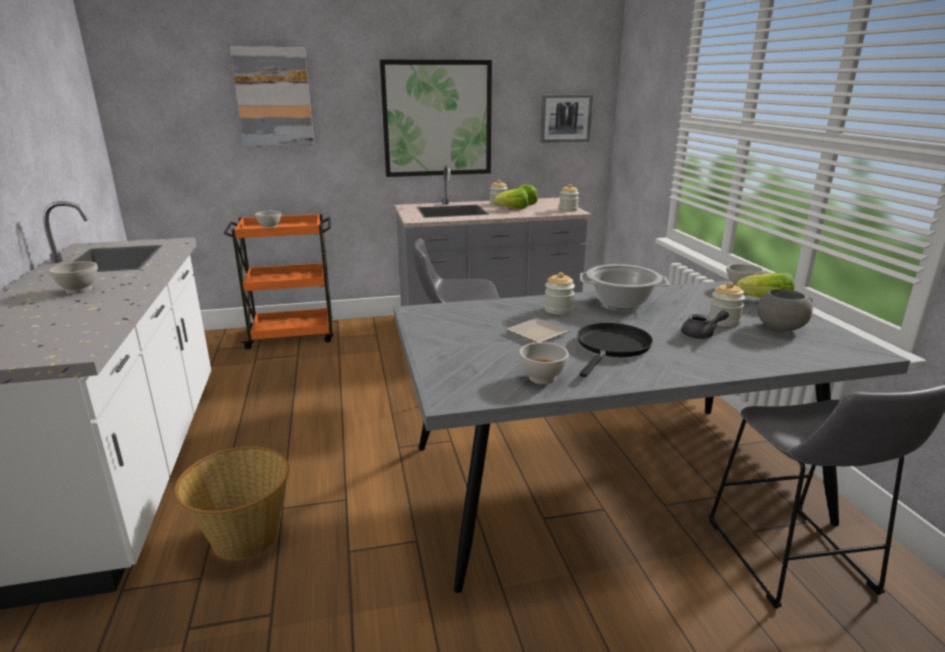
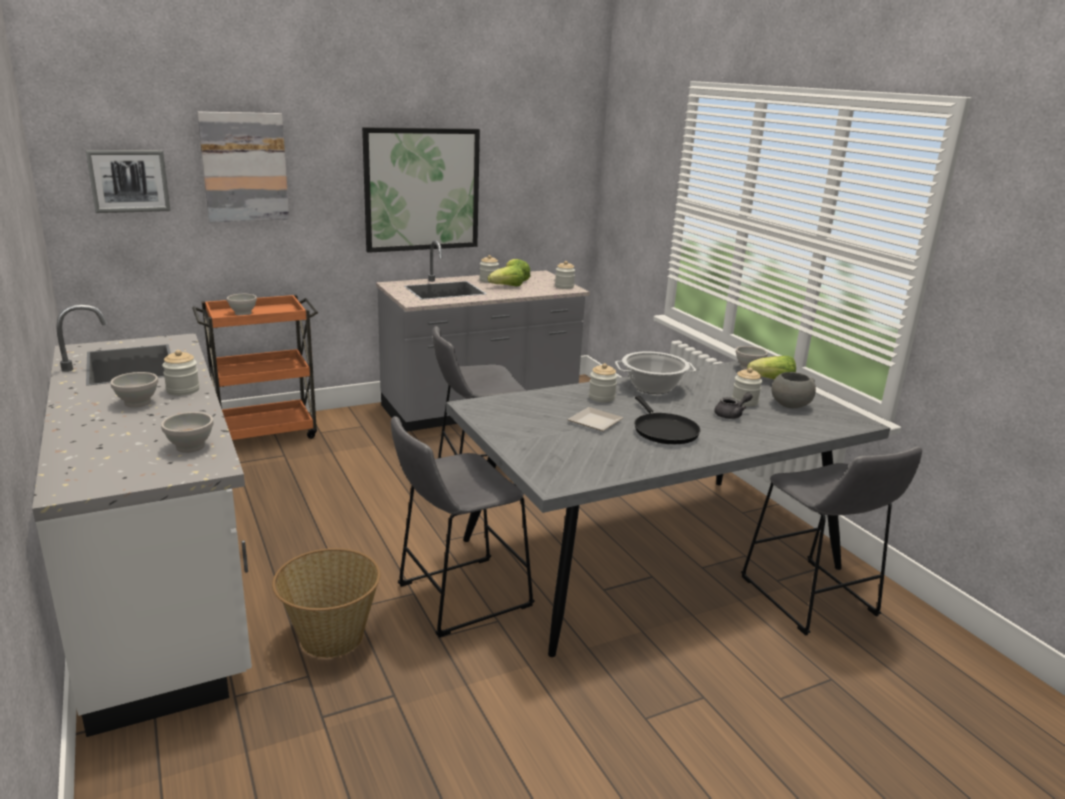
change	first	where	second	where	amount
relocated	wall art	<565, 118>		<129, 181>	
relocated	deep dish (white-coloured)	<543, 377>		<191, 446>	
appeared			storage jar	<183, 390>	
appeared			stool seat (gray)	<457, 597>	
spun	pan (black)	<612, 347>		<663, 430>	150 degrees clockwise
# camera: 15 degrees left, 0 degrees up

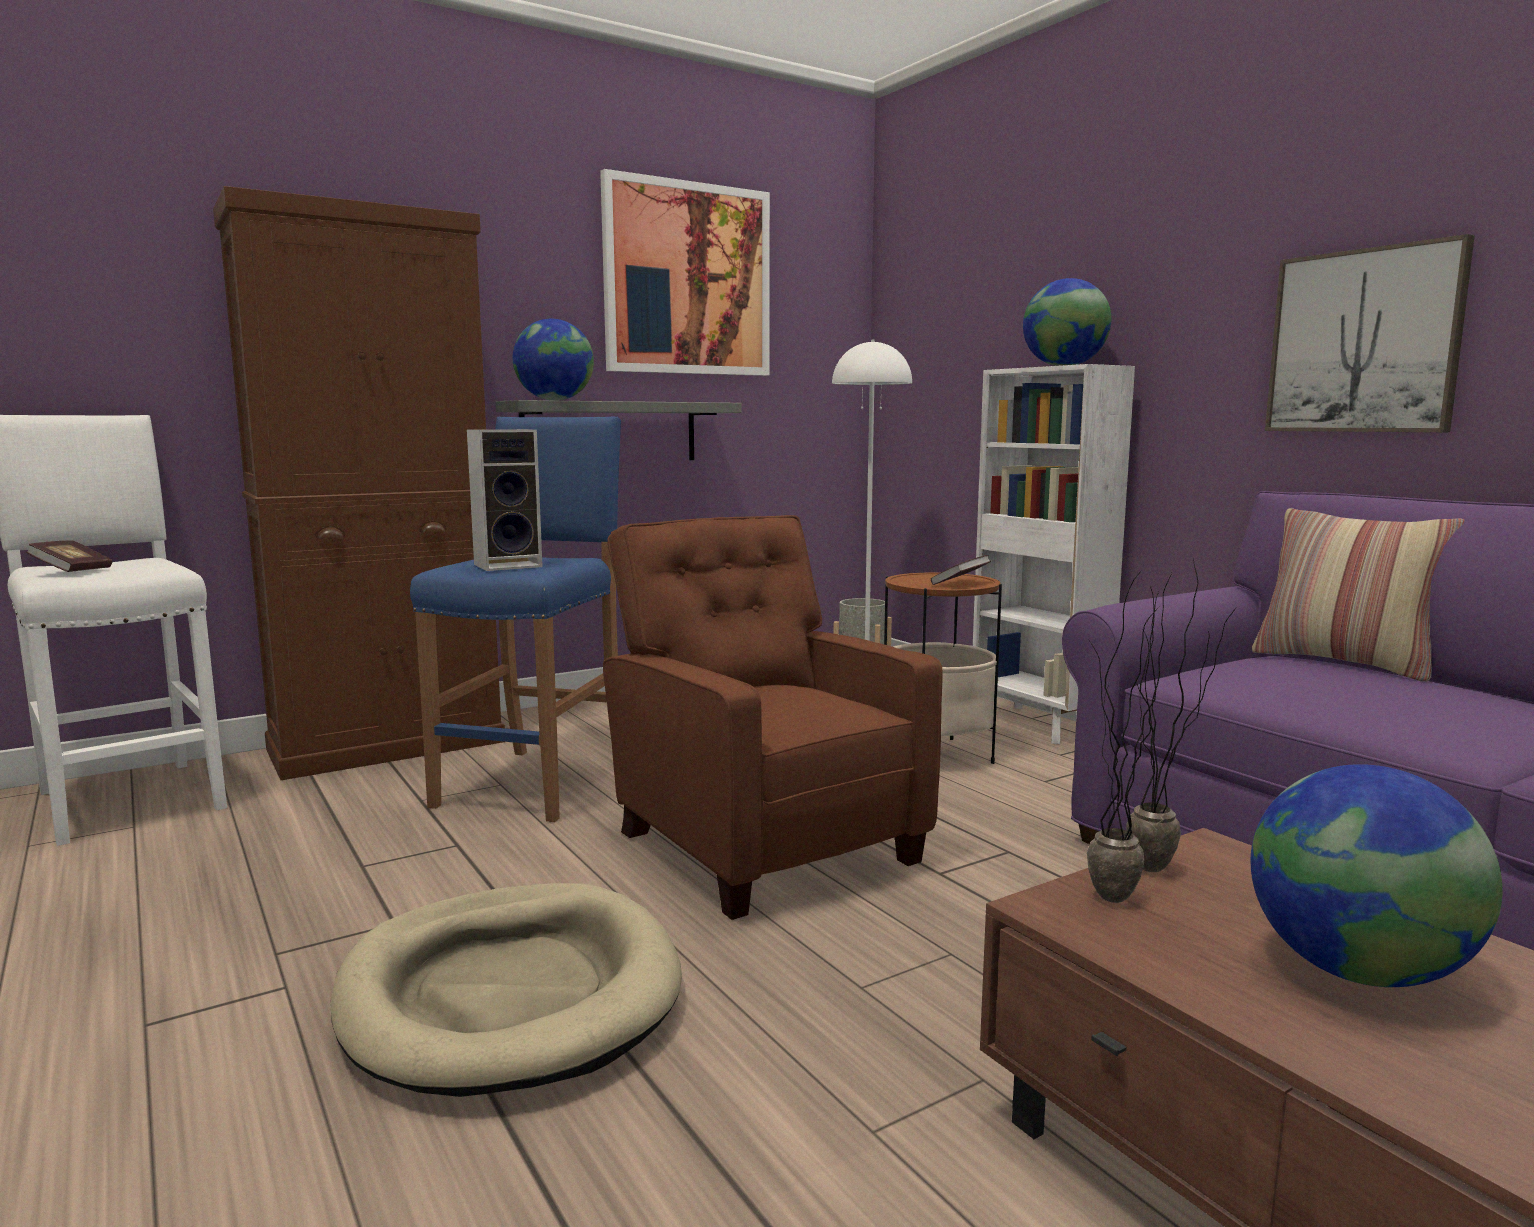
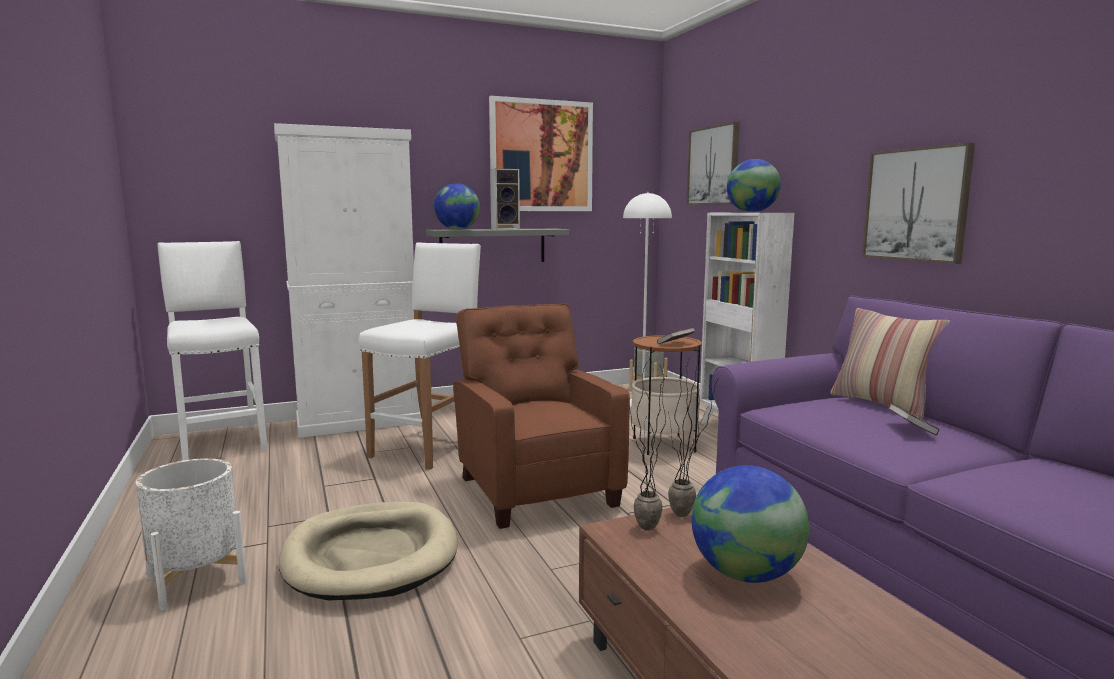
change	first	where	second	where	amount
appeared			flower pot (white-coloured)	<196, 580>	
colour	cupboard (brownish)	<388, 745>	cupboard (white-coloured)	<359, 421>	
colour	stool seat (blue-coloured)	<536, 783>	stool seat (white-coloured)	<428, 447>	
relocated	loudspeaker	<510, 565>		<506, 229>	
appeared			wall art	<713, 166>	
relocated	book	<73, 572>		<911, 430>	
# camera: 10 degrees right, 0 degrees up

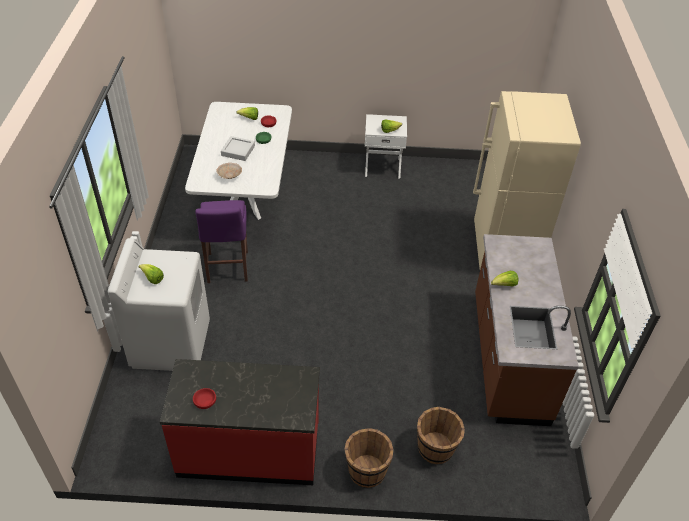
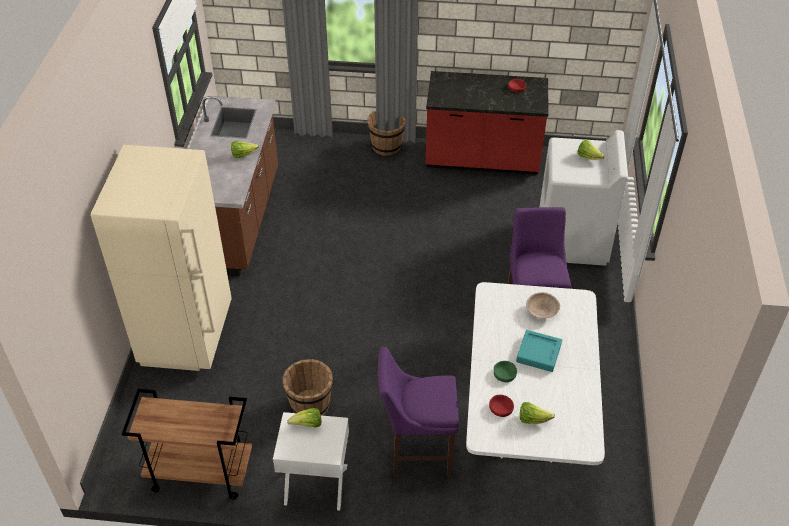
change	first	where	second	where	amount
appeared			cart (brownish)	<199, 474>	
relocated	bucket (brownish)	<435, 449>		<310, 404>	
appeared			stool seat (purple)	<416, 453>	
colour	tray (gray)	<238, 151>	tray (blue-green)	<538, 353>	
# camera: 175 degrees left, 0 degrees up

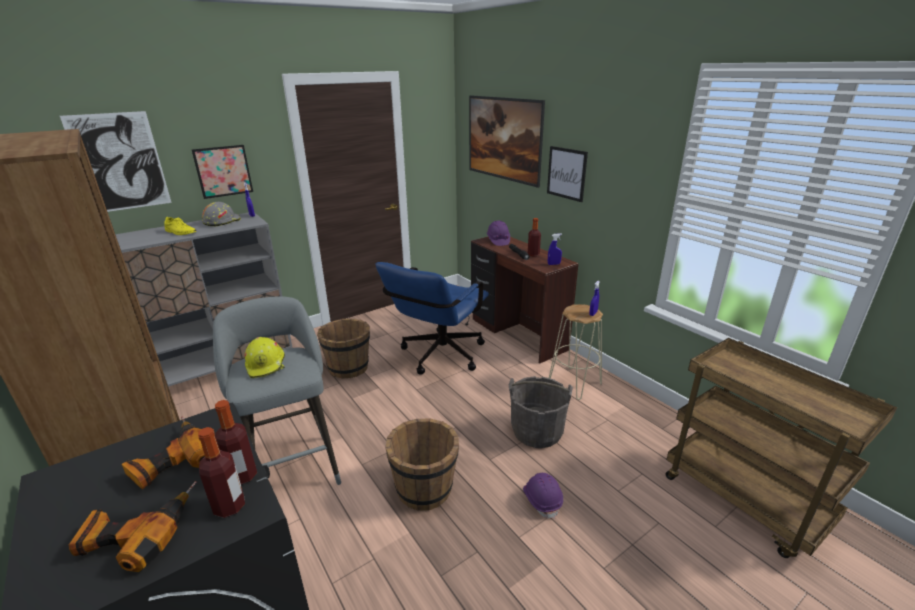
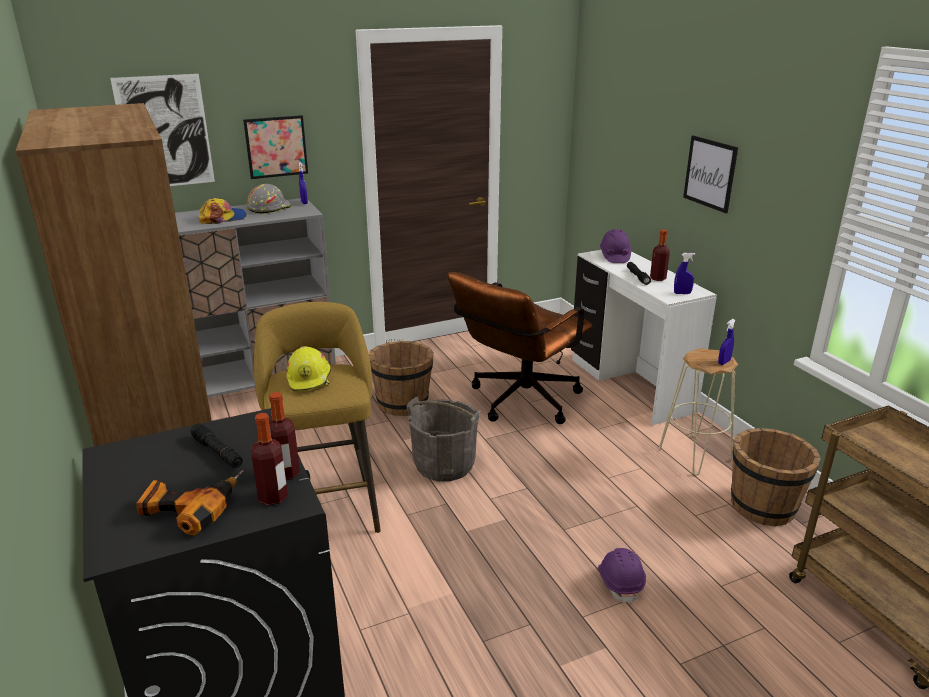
change	first	where	second	where	amount
exchanged	drill	<171, 460>	hand torch (black)	<217, 452>	
exchanged	shoe (yellow-coloured)	<180, 232>	cap	<223, 218>	
colour	stool seat (gray)	<294, 466>	stool seat (yellow-coloured)	<327, 507>	
relocated	bucket (gray)	<537, 431>		<444, 464>	
colour	office chair (blue-coloured)	<438, 357>	office chair (brownish)	<518, 403>	
colour	desk (brownish)	<516, 334>	desk (white-coloured)	<629, 385>	
relocated	bucket (brownish)	<425, 488>		<763, 506>	
missing	wall art	<503, 158>			
# camera: 10 degrees right, 0 degrees up

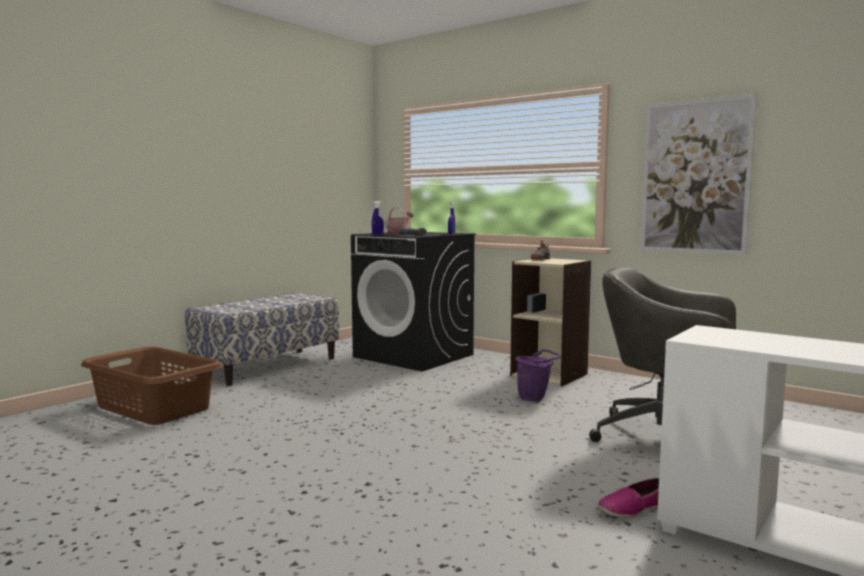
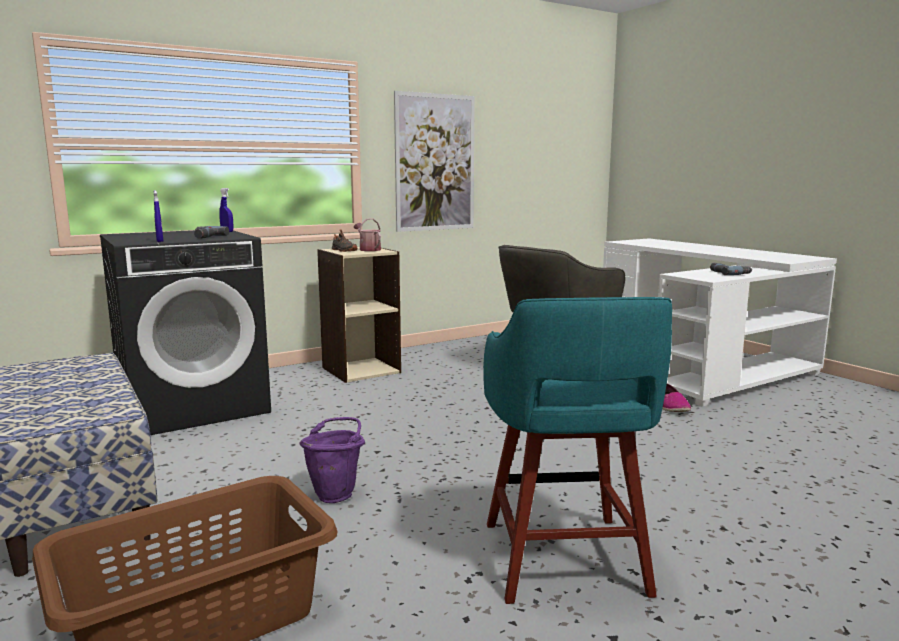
change	first	where	second	where	amount
relocated	bucket (purple)	<535, 399>		<337, 493>	
relocated	watering pot	<398, 234>		<368, 249>	
appeared			stool seat (blue-green)	<564, 561>	
appeared			drill	<729, 273>	
# camera: 70 degrees left, 5 degrees up

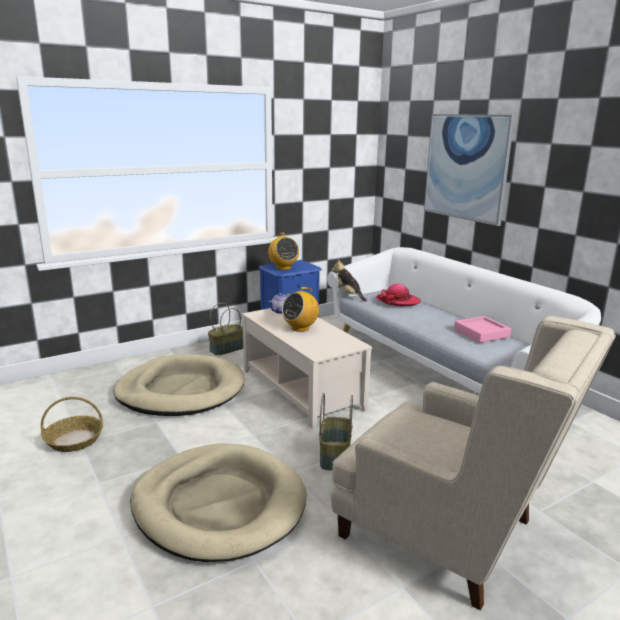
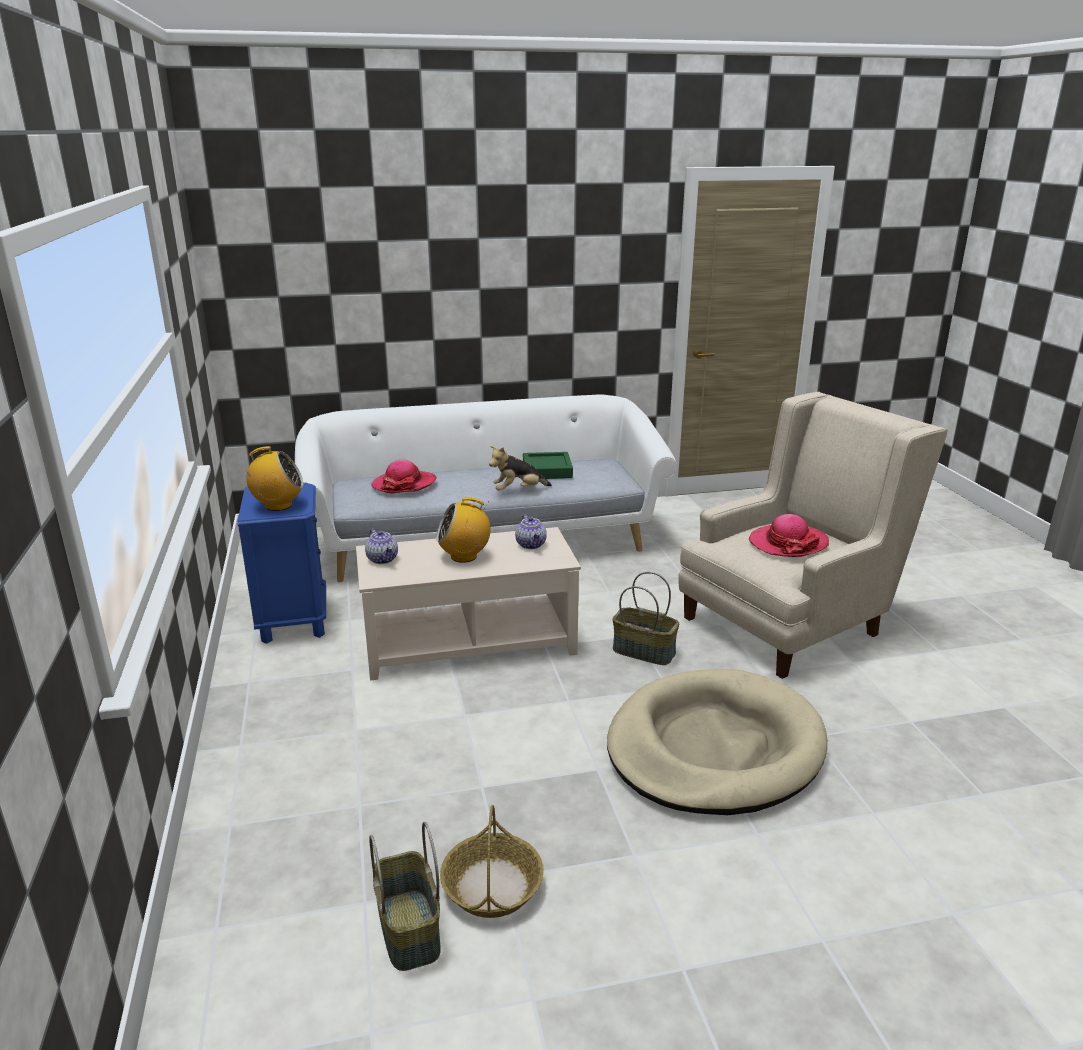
change	first	where	second	where	amount
relocated	household basket	<227, 349>		<407, 929>	
spun	radio	<300, 328>		<464, 556>	105 degrees clockwise
relocated	soft toy	<348, 295>		<518, 491>	
appeared			tea pot	<531, 545>	
colour	tray (pink-coloured)	<481, 333>	tray (green)	<547, 470>	
appeared			wearable hat	<788, 543>	
missing	dog cushion (beige-coloured)	<181, 390>			
missing	wall art	<466, 167>			
# camera: 70 degrees left, 5 degrees up

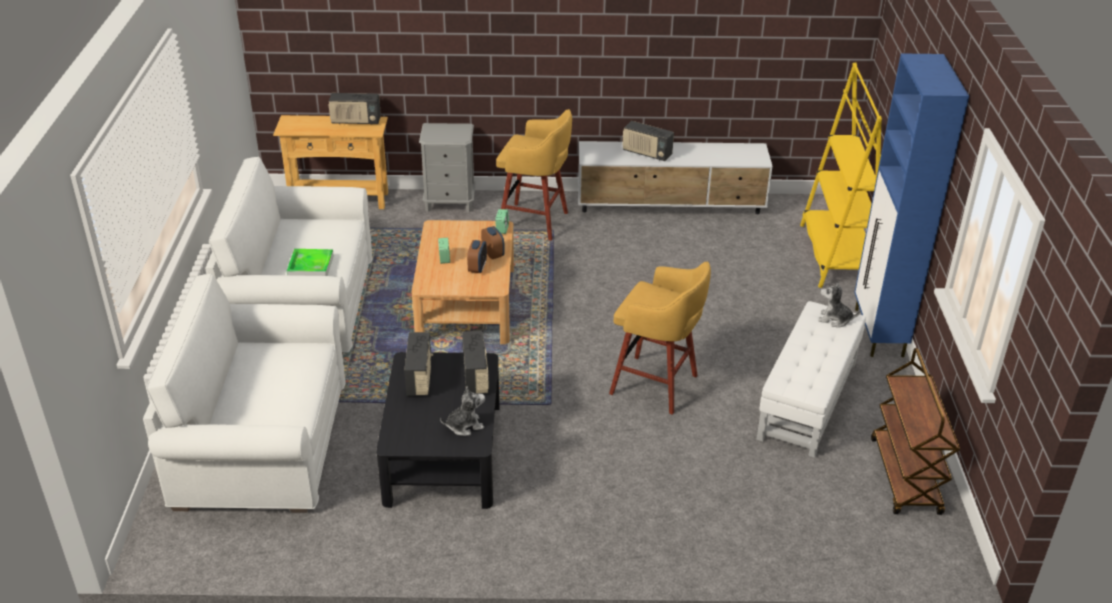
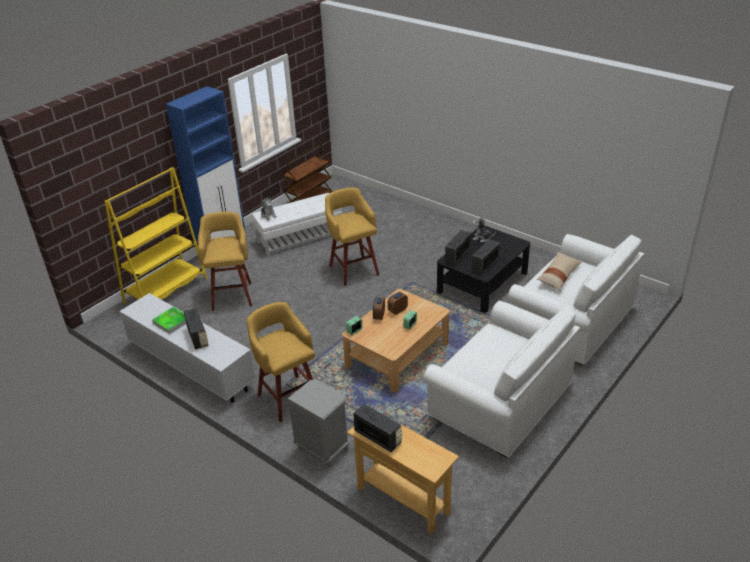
change	first	where	second	where	amount
relocated	tray	<310, 266>		<172, 322>	
appeared			stool seat (yellow-coloured)	<232, 295>	
appeared			throw pillow (beige-coloured)	<558, 276>	
# camera: 140 degrees left, 0 degrees up

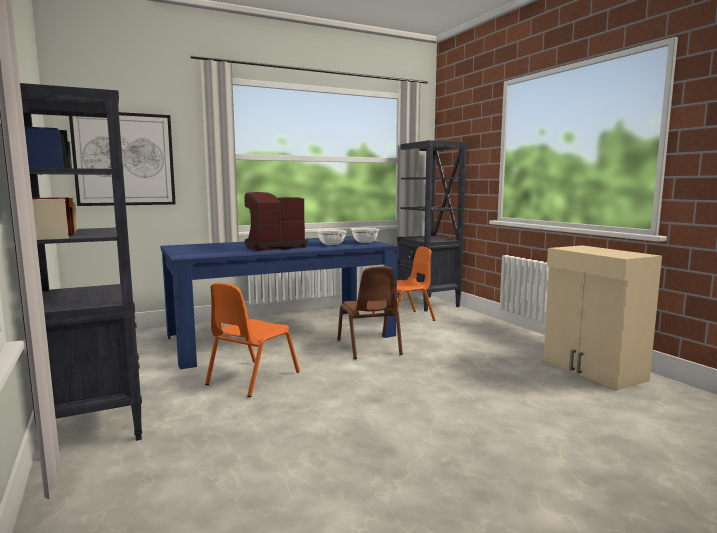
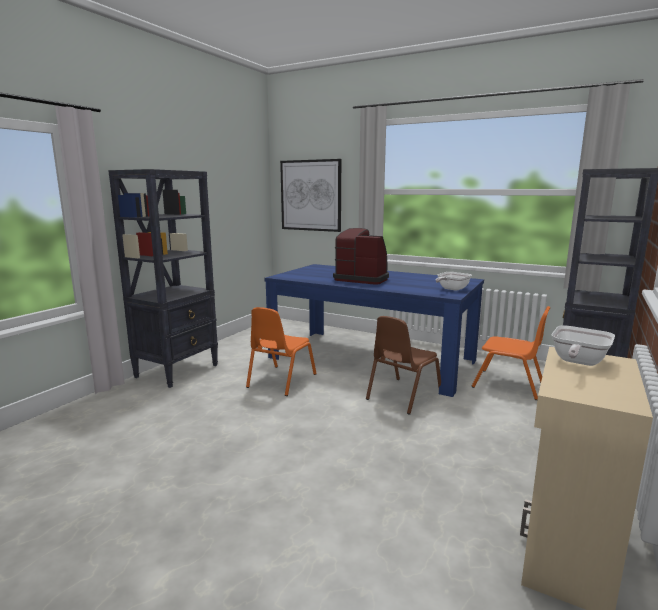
change	first	where	second	where	amount
spun	plain chair (orangey)	<252, 378>		<281, 381>	60 degrees counterclockwise
relocated	pan	<332, 244>		<577, 362>	
# camera: 55 degrees right, 5 degrees up

